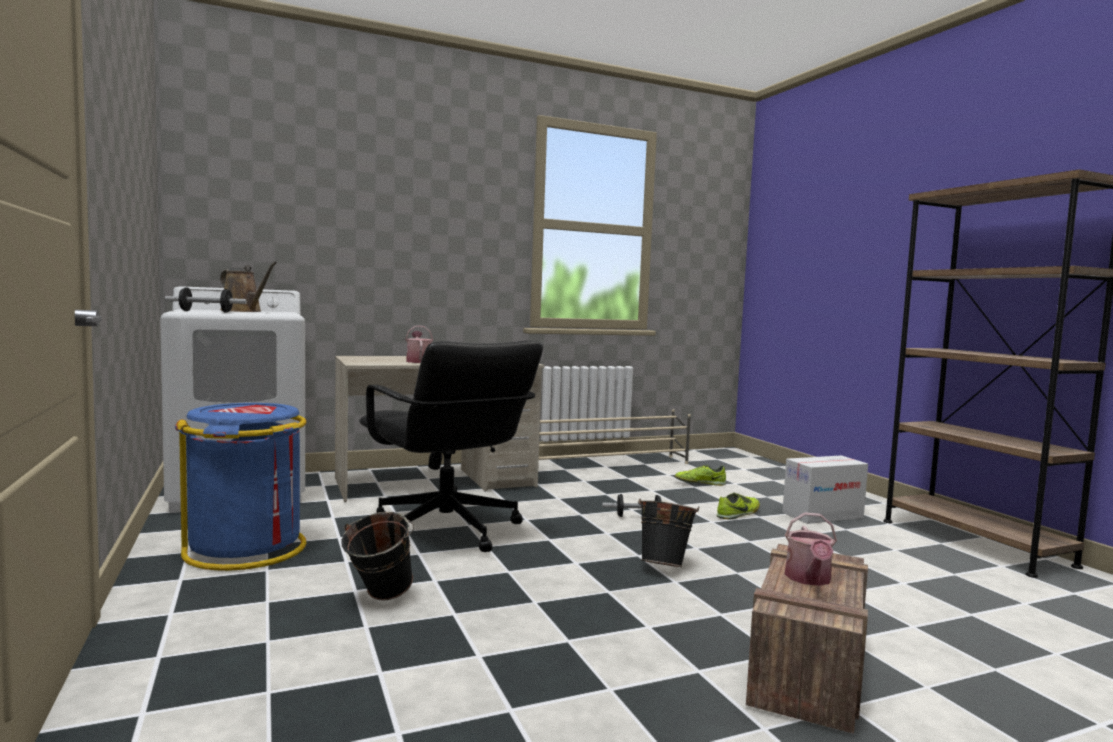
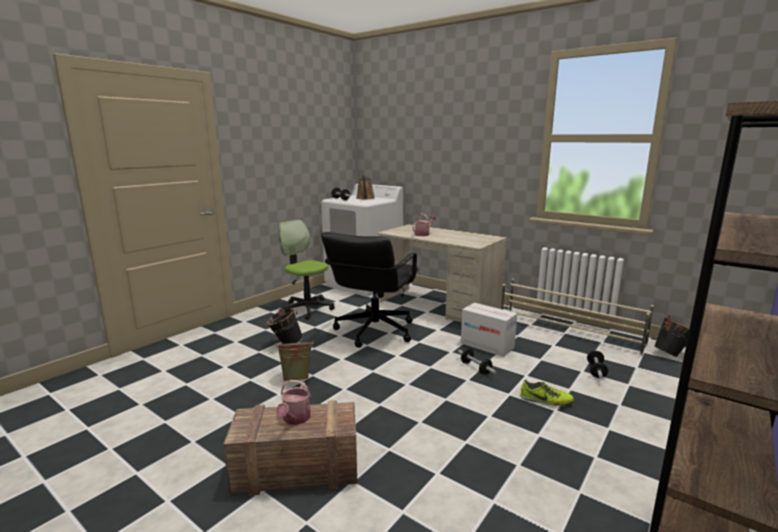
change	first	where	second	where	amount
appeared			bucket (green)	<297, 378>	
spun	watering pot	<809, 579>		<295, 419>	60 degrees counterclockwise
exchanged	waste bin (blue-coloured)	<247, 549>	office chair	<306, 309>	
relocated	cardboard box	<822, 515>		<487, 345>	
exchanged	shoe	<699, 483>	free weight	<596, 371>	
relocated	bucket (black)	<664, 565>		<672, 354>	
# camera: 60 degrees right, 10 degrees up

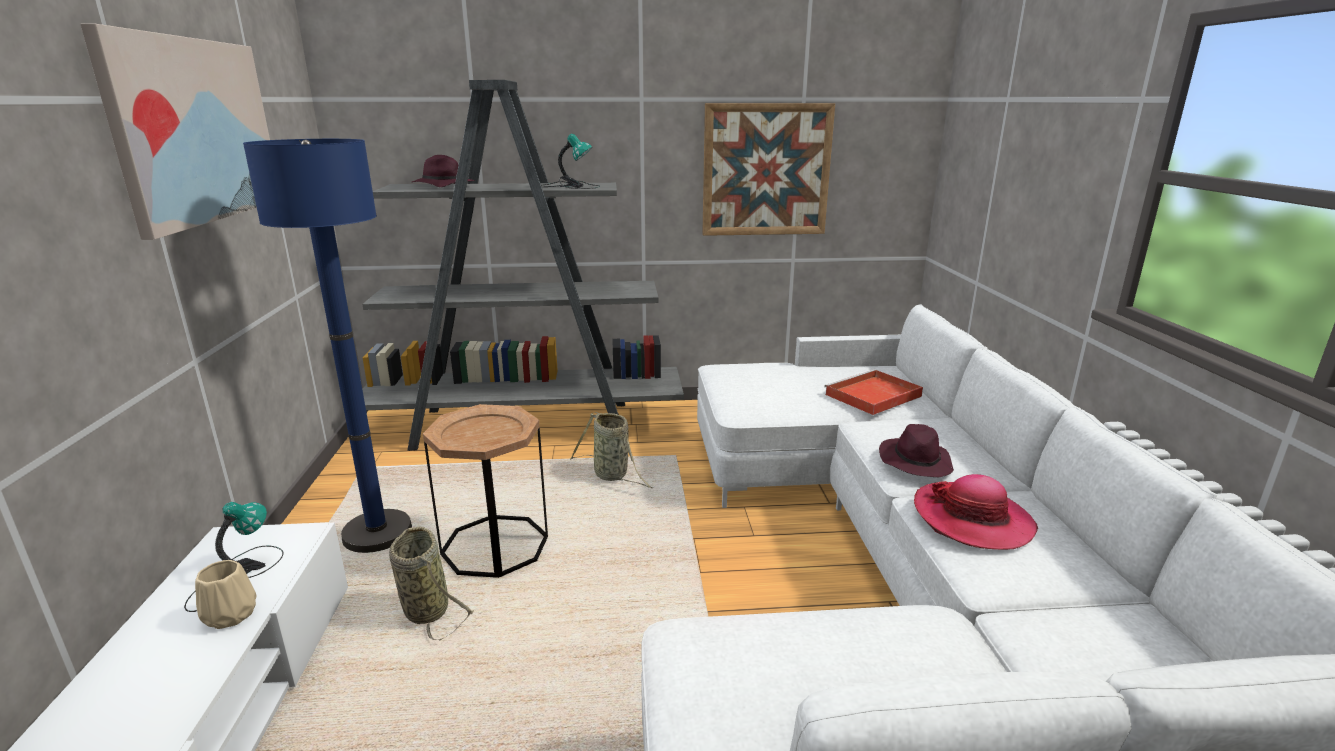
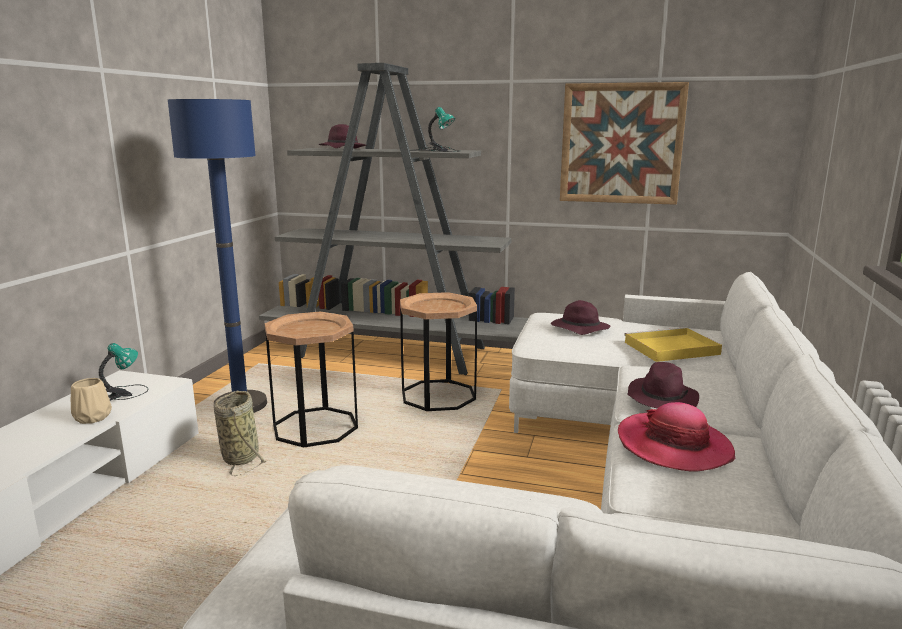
change	first	where	second	where	amount
exchanged	household basket	<613, 475>	accent table (brownish)	<438, 396>	
appeared			wearable hat (purple)	<578, 329>	
colour	tray (reddish)	<872, 396>	tray (yellow-coloured)	<670, 348>	
missing	wall art	<195, 130>			
# camera: 20 degrees right, 5 degrees down

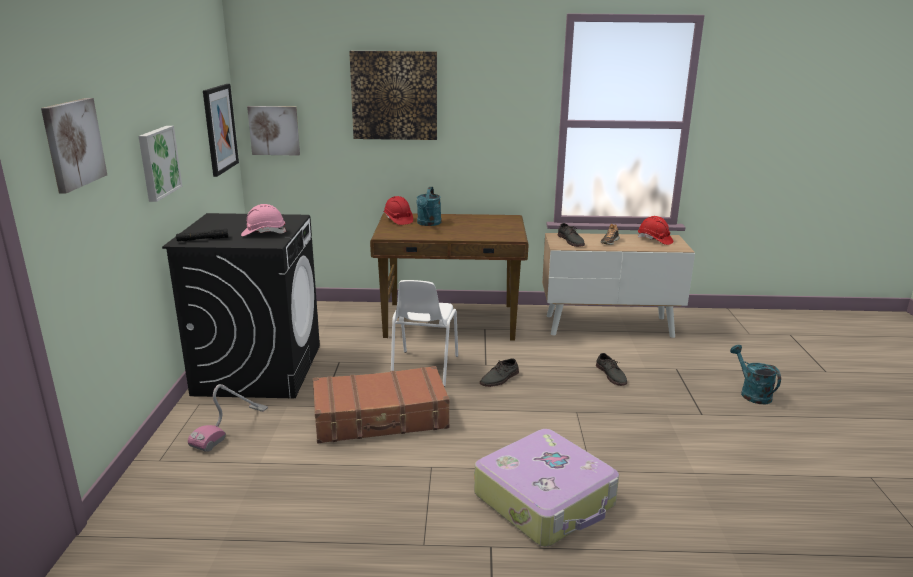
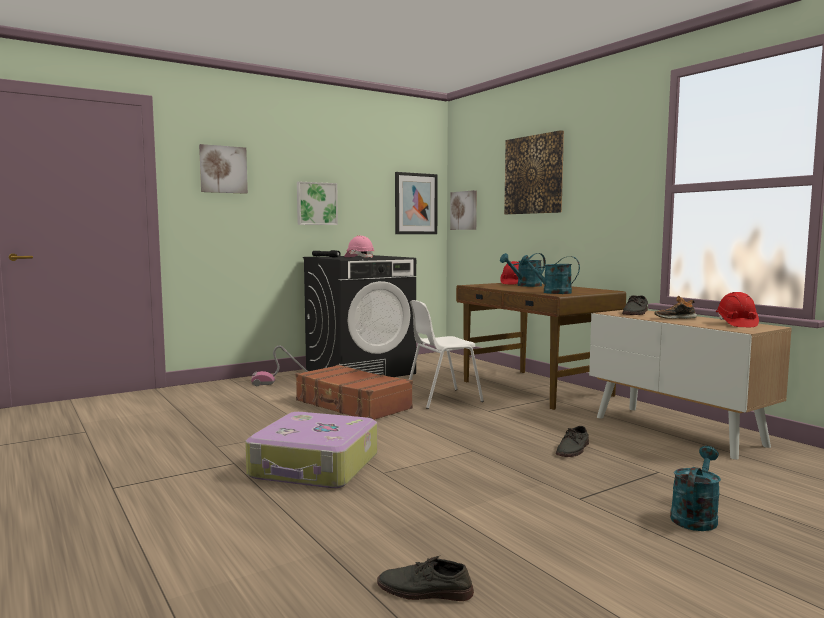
change	first	where	second	where	amount
relocated	shoe (gray)	<500, 378>		<424, 591>	
appeared			watering pot (blue-green)	<551, 292>	
# camera: 55 degrees right, 15 degrees down

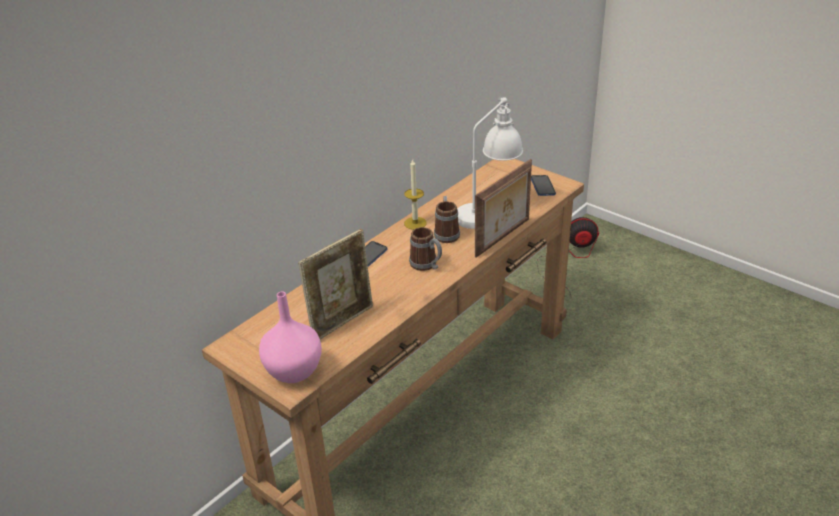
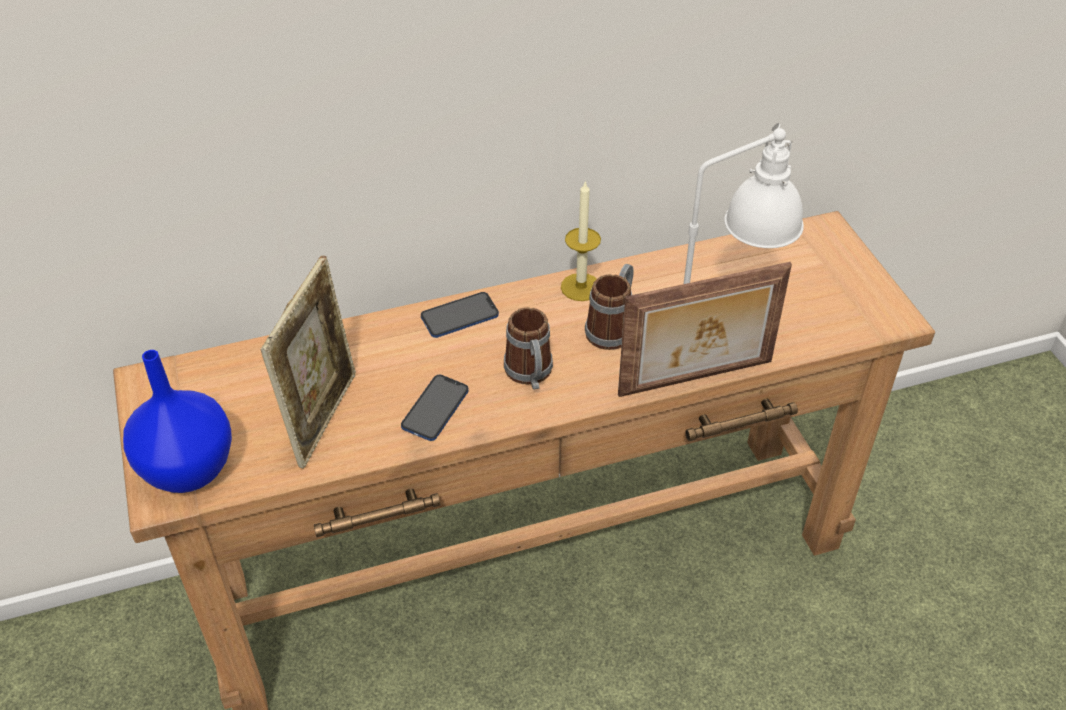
change	first	where	second	where	amount
colour	vase (pink-coloured)	<295, 371>	vase (blue-coloured)	<190, 470>	
spun	photo frame	<342, 322>		<323, 417>	60 degrees counterclockwise
relocated	phone	<542, 186>		<435, 409>	
missing	cooling fan	<570, 258>			
# camera: 30 degrees right, 10 degrees up

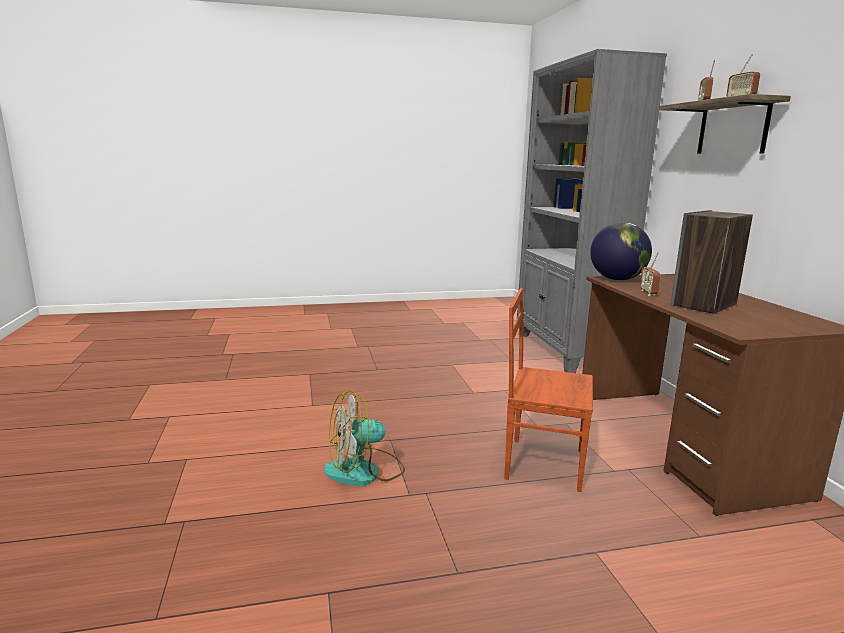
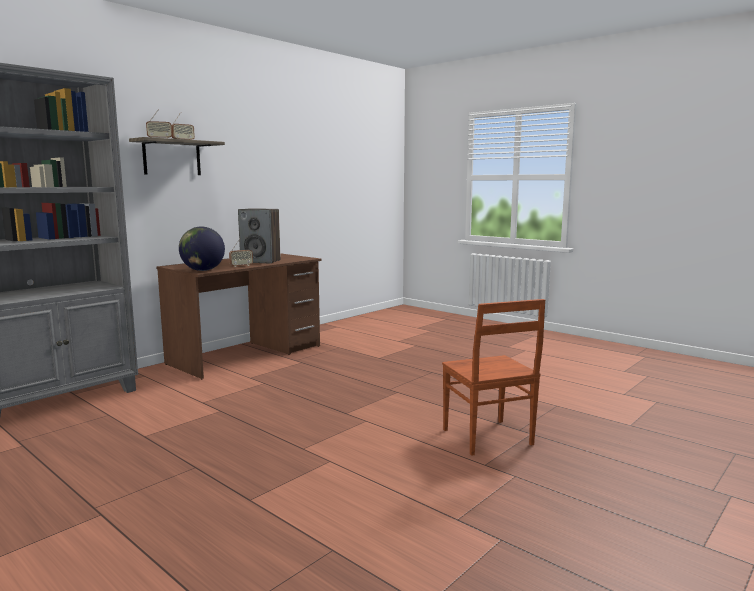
change	first	where	second	where	amount
relocated	plain chair (brownish)	<543, 463>		<487, 438>	
missing	cooling fan	<364, 471>			
# camera: 125 degrees left, 5 degrees down

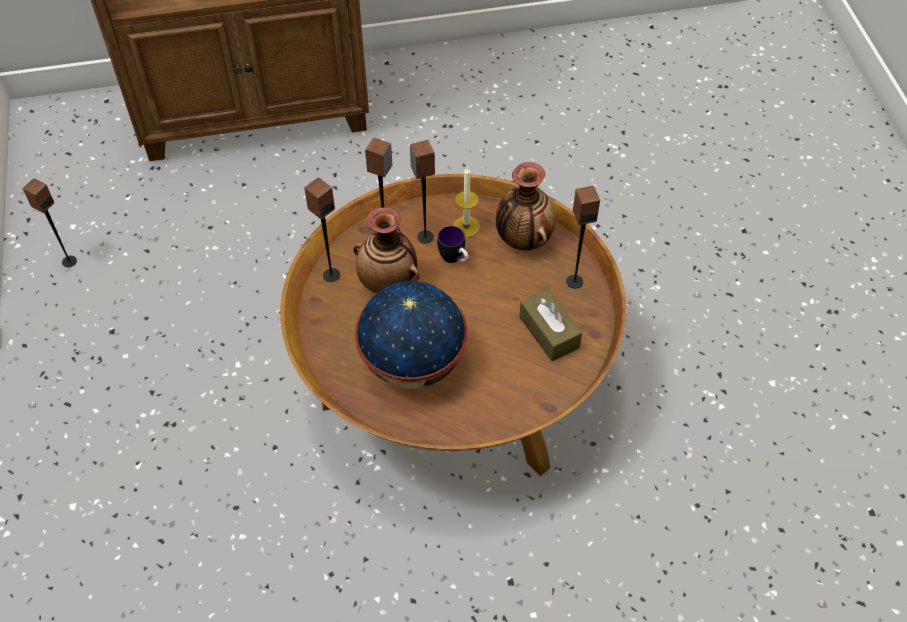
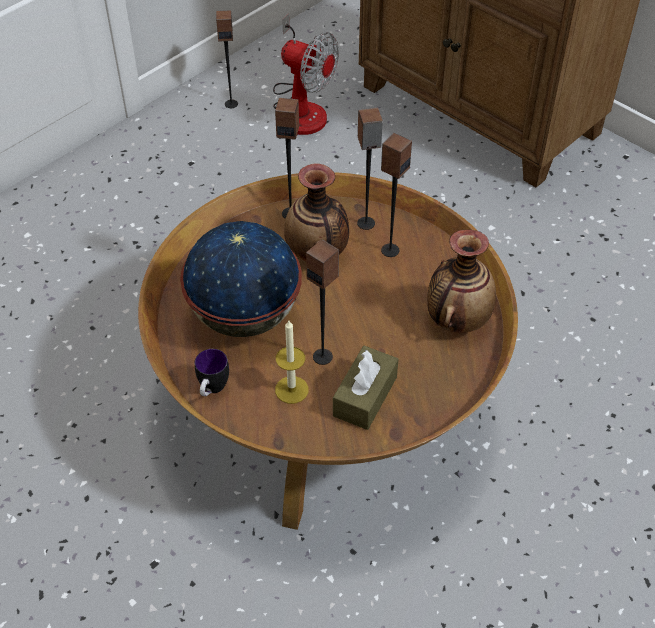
change	first	where	second	where	amount
relocated	tea mug	<454, 259>		<212, 390>	
appeared			cooling fan	<301, 108>	
relocated	wax candle	<466, 226>		<291, 390>	
relocated	loudspeaker	<574, 281>		<323, 356>	
# camera: 55 degrees right, 5 degrees down

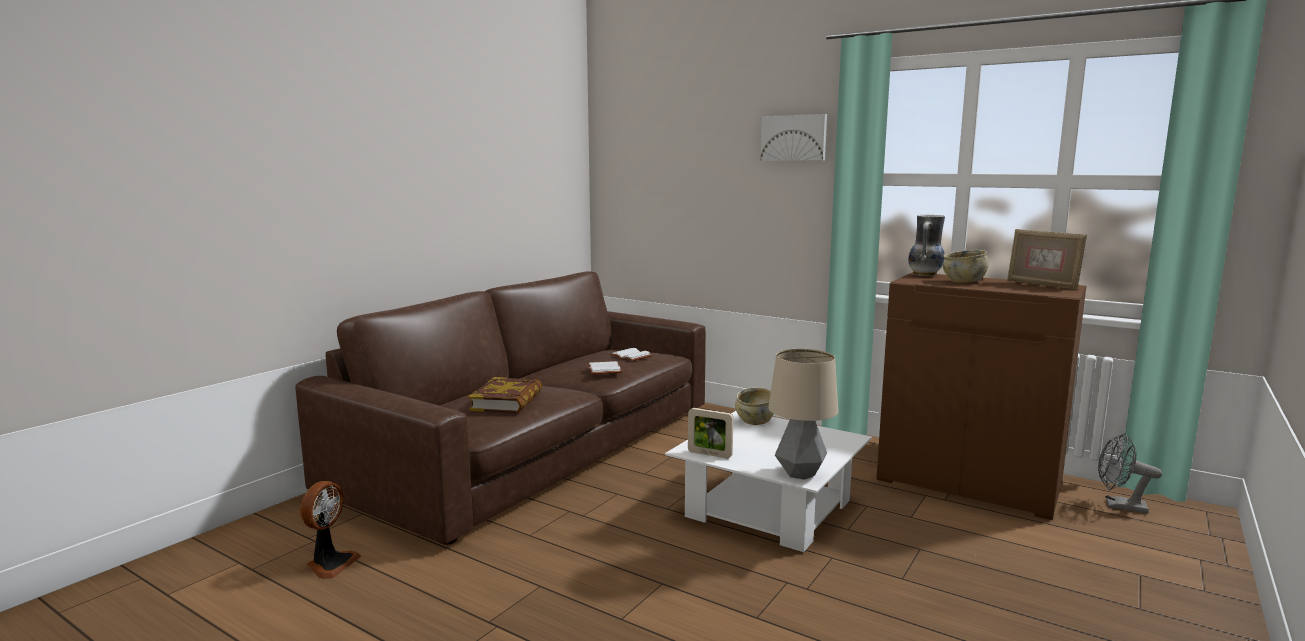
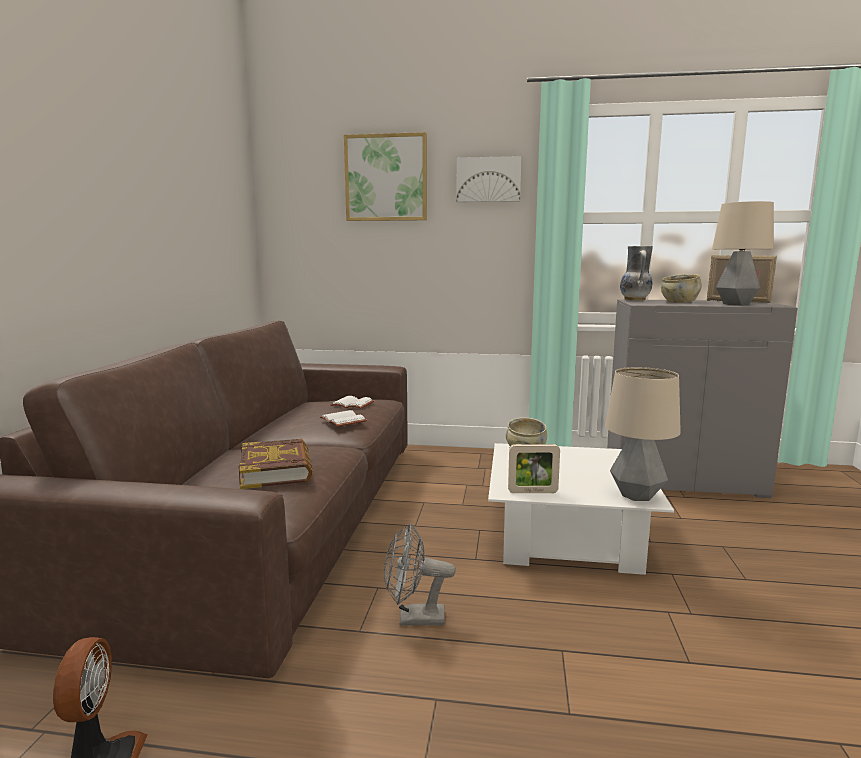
change	first	where	second	where	amount
appeared			wall art	<386, 178>	
relocated	cooling fan (gray)	<1119, 506>		<414, 619>	
colour	cupboard (brownish)	<969, 483>	cupboard (gray)	<683, 479>	
appeared			lamp for a table	<736, 304>	
# camera: 25 degrees left, 0 degrees up

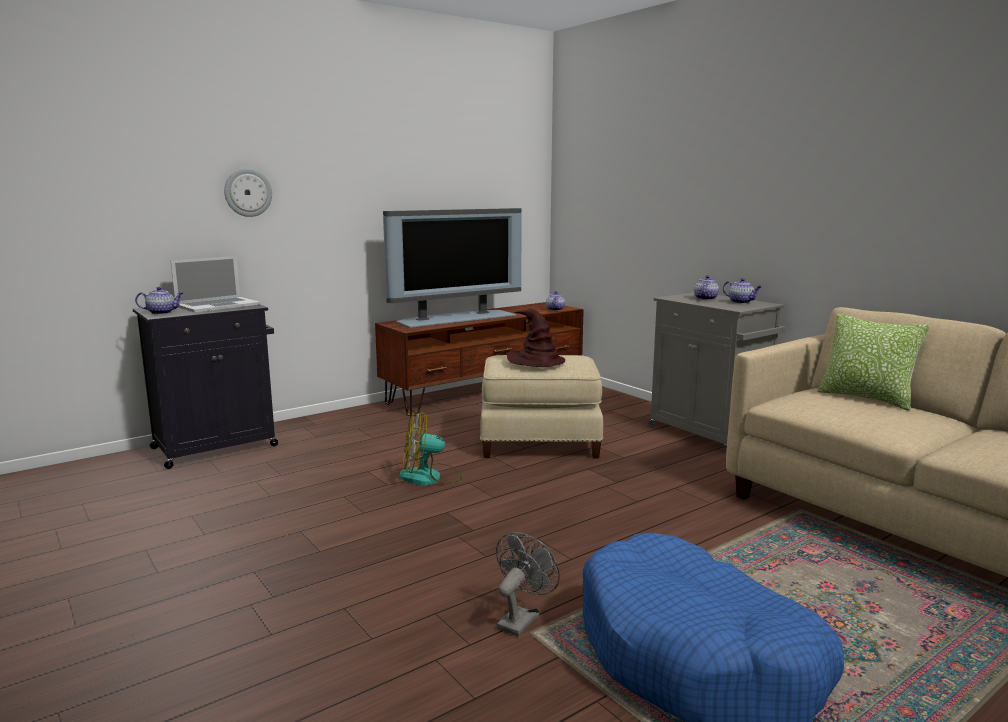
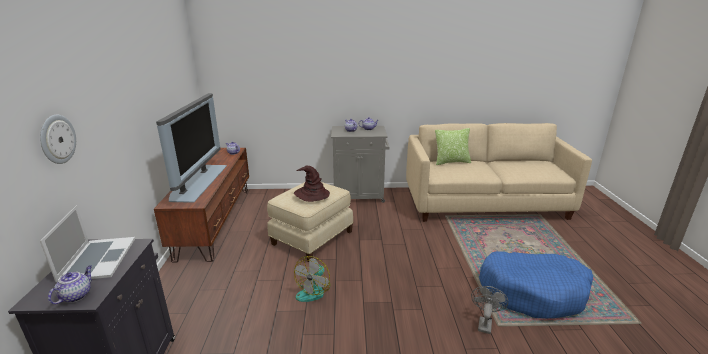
change	first	where	second	where	amount
spun	cooling fan (gray)	<521, 619>		<484, 323>	45 degrees clockwise
# camera: 55 degrees left, 10 degrees up

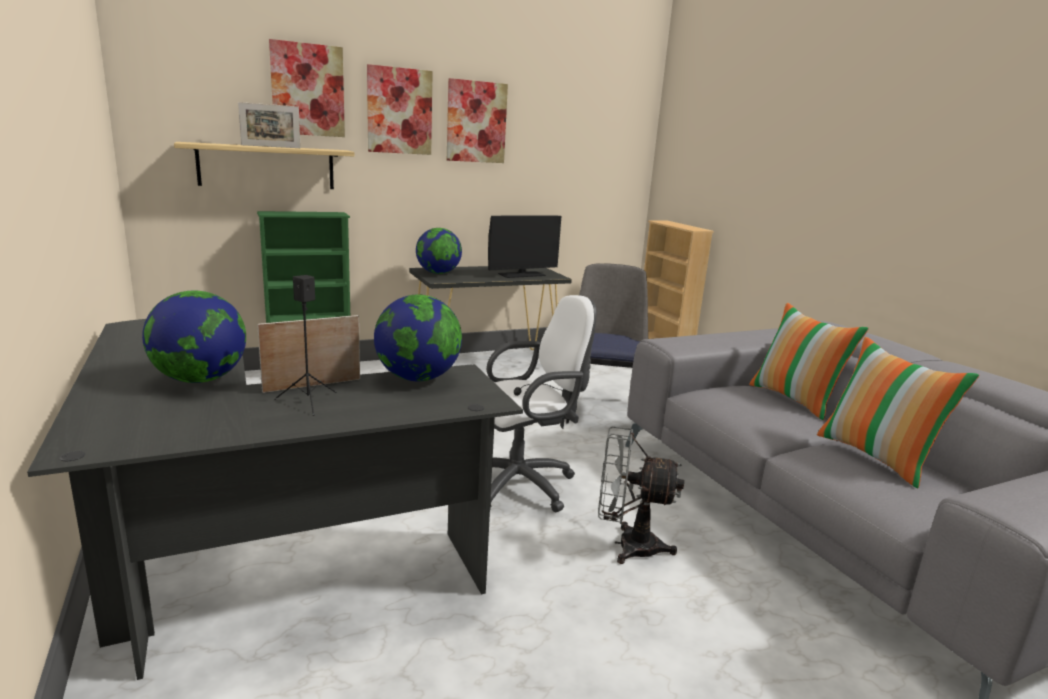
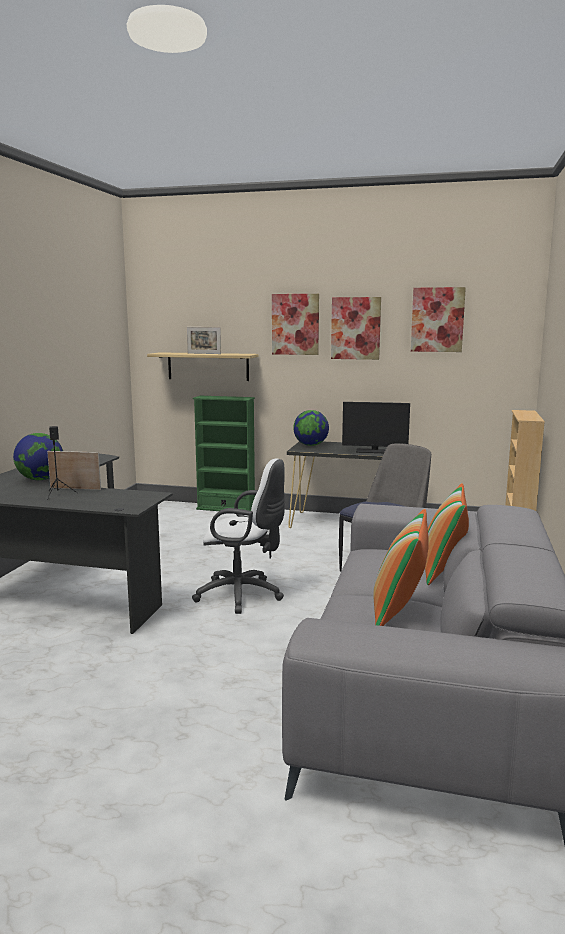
change	first	where	second	where	amount
relocated	wall art	<308, 90>		<437, 319>	
missing	globe	<417, 378>			
missing	cooling fan (gray)	<627, 545>			
# camera: 40 degrees right, 5 degrees down

